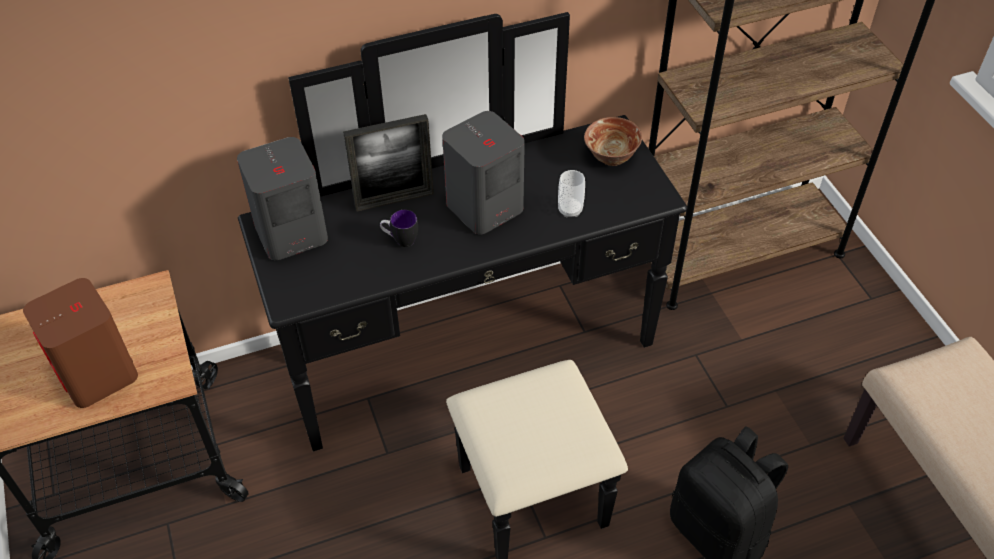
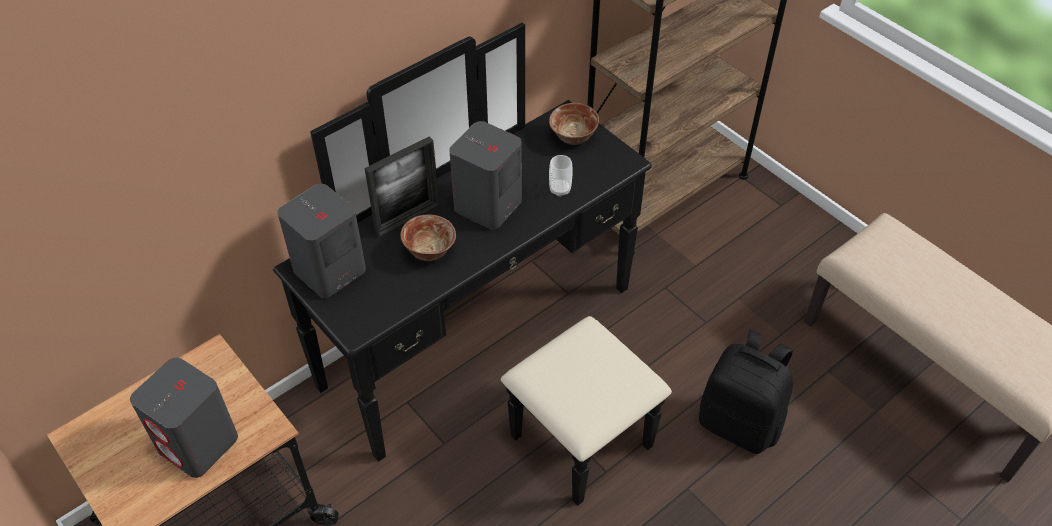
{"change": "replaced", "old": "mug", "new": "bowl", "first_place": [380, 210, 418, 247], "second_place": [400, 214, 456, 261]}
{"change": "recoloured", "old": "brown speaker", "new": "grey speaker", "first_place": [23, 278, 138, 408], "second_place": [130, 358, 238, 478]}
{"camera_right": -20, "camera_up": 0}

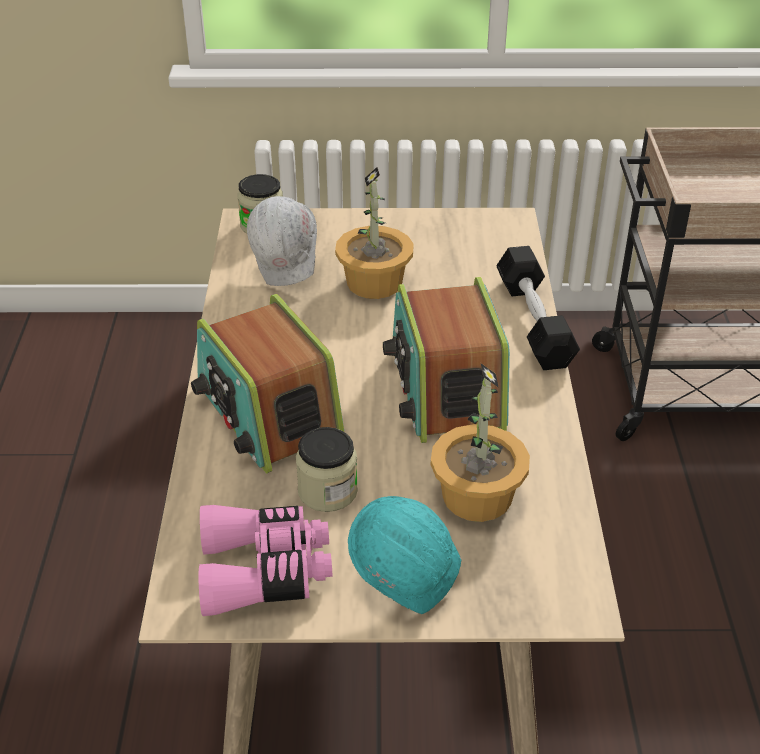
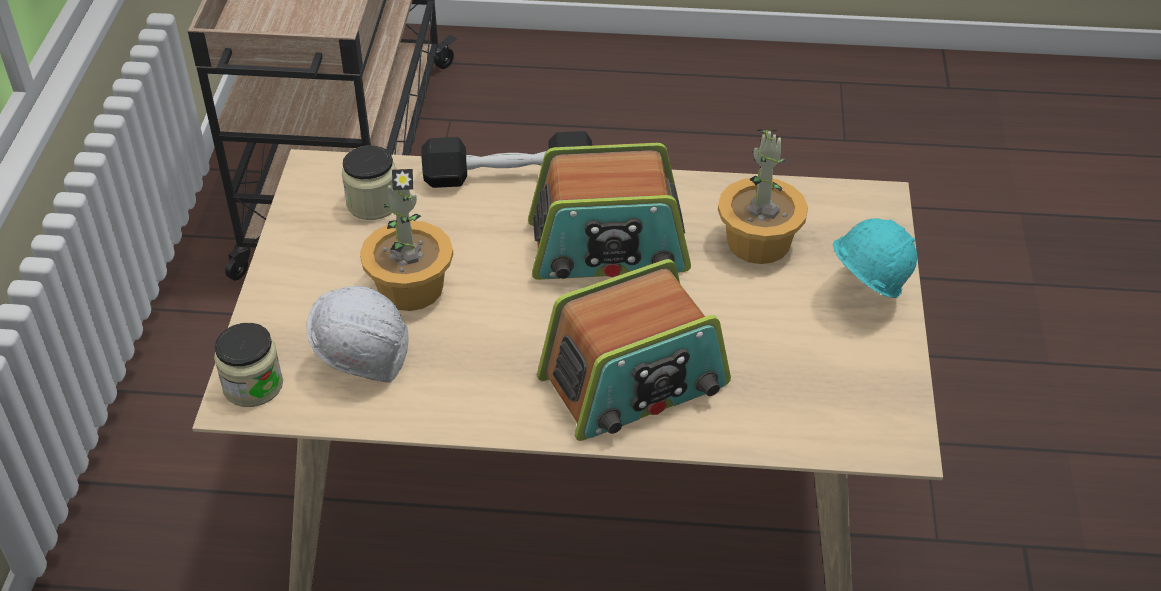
{"change": "removed", "old": "pink binoculars", "first_place": [199, 505, 333, 616]}
{"change": "moved", "old": "jar", "first_place": [296, 427, 358, 512], "second_place": [342, 146, 396, 220]}
{"camera_right": -85, "camera_up": 5}

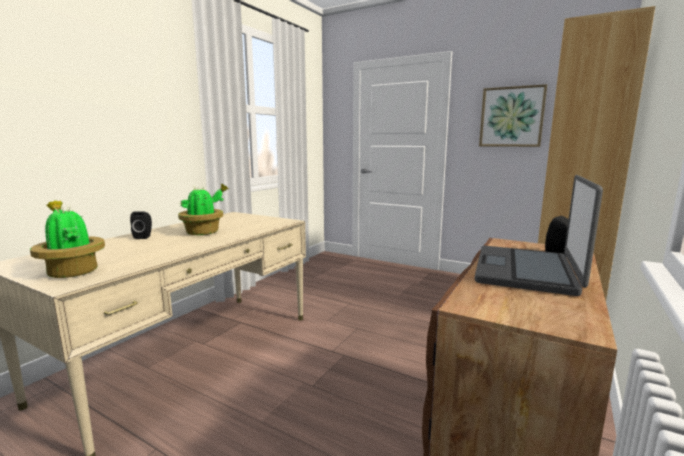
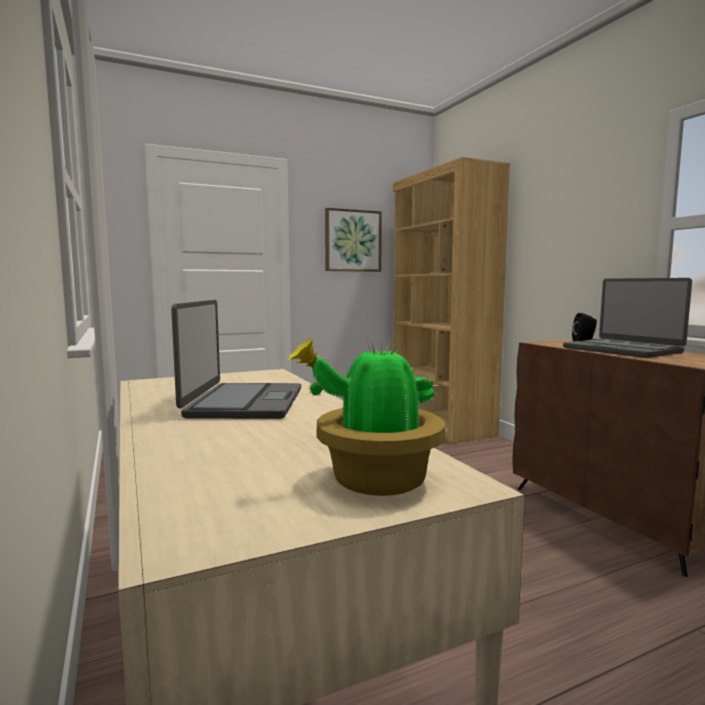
{"change": "removed", "old": "black speaker", "first_place": [130, 211, 152, 239]}
{"change": "replaced", "old": "potted plant", "new": "laptop", "first_place": [178, 184, 229, 235], "second_place": [171, 300, 301, 419]}
{"camera_right": -55, "camera_up": -5}

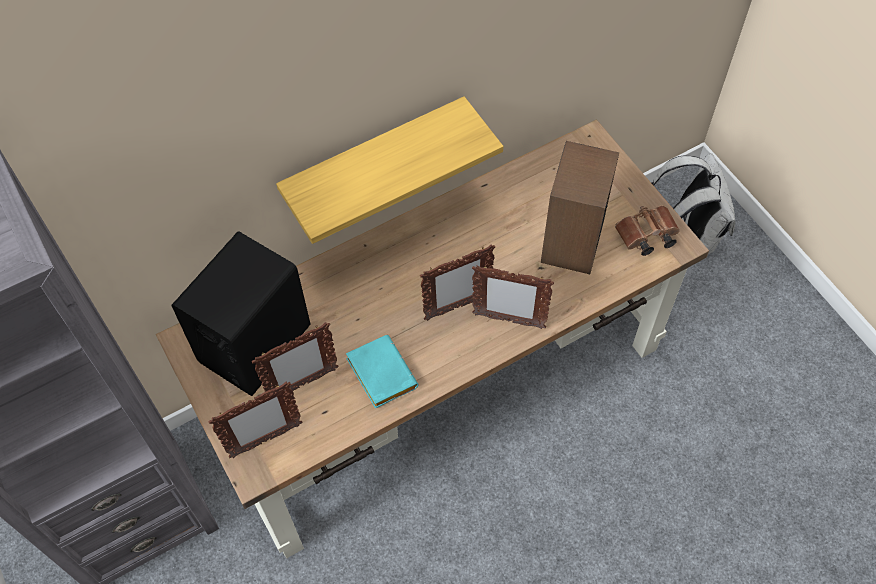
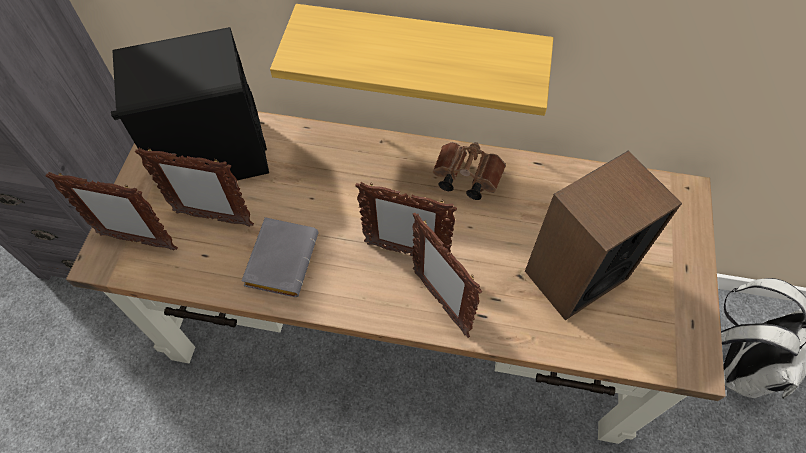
{"change": "moved", "old": "brown binoculars", "first_place": [615, 205, 680, 256], "second_place": [432, 142, 506, 200]}
{"change": "recoloured", "old": "turquoise book", "new": "grey book", "first_place": [346, 335, 419, 409], "second_place": [241, 217, 319, 297]}
{"camera_right": 40, "camera_up": 0}

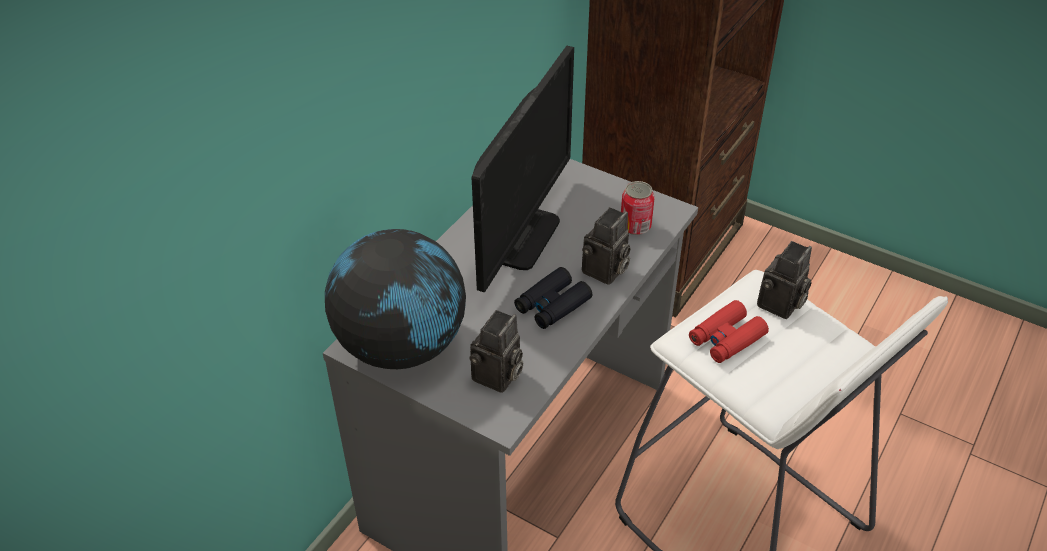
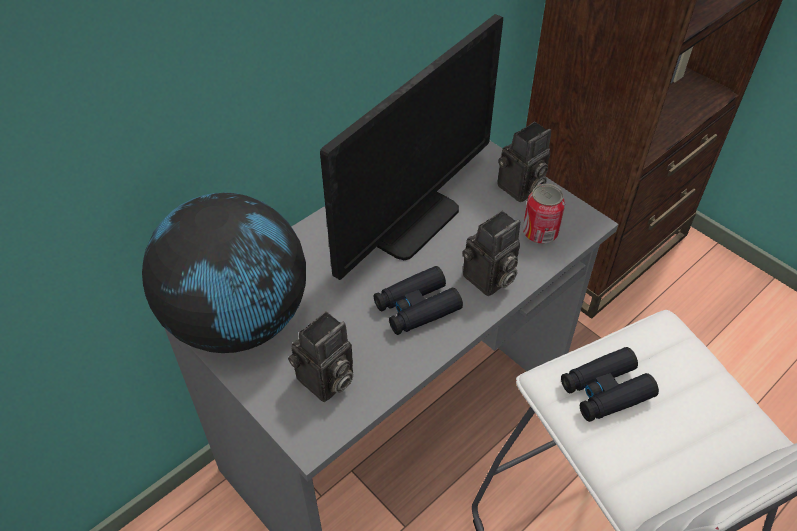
{"change": "moved", "old": "photo camera", "first_place": [757, 241, 812, 319], "second_place": [497, 122, 551, 202]}
{"change": "recoloured", "old": "red binoculars", "new": "black binoculars", "first_place": [689, 300, 769, 363], "second_place": [561, 347, 659, 422]}
{"camera_right": 15, "camera_up": 5}

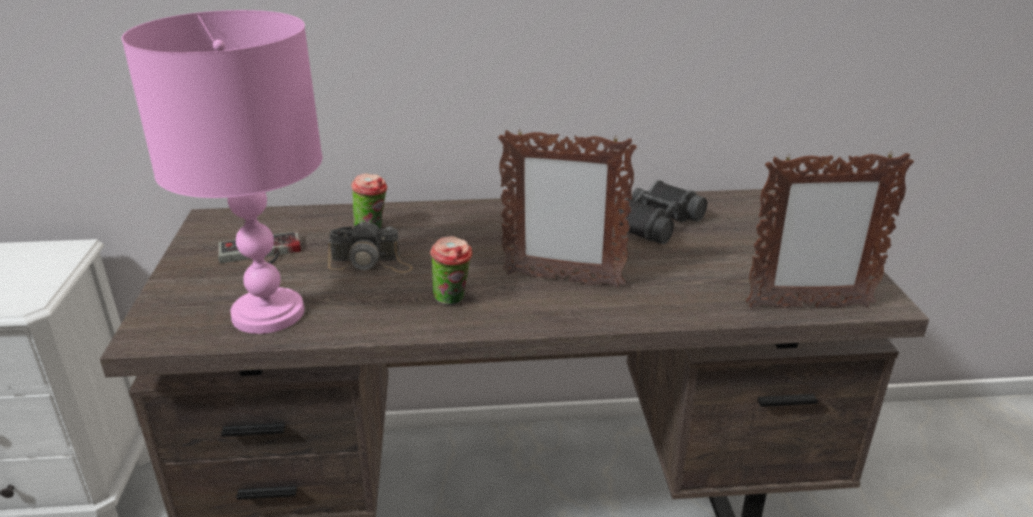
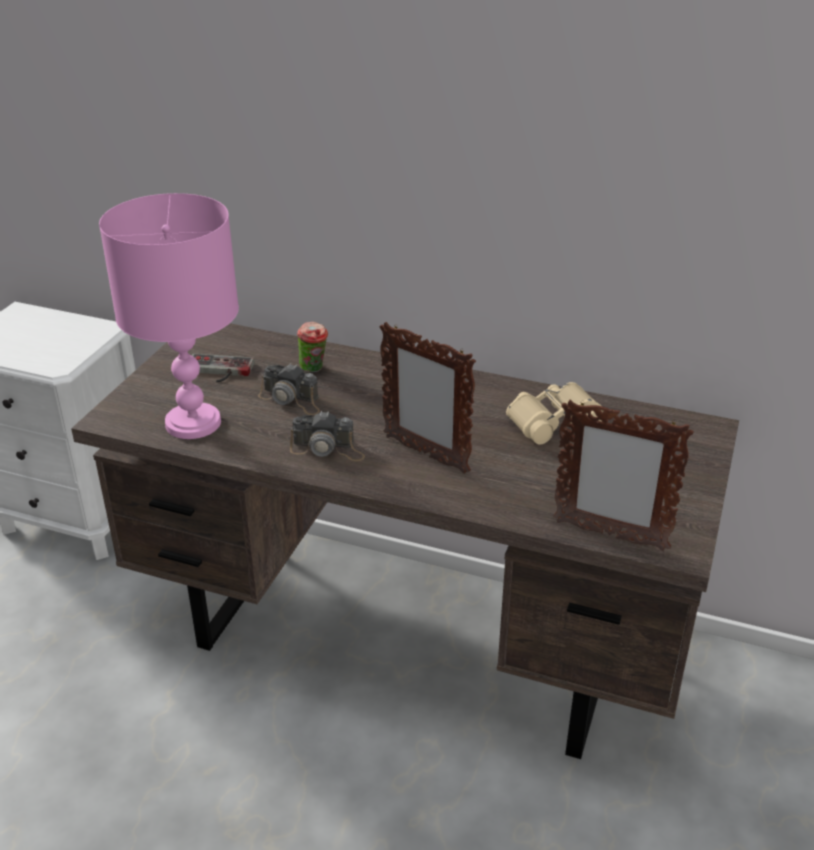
{"change": "replaced", "old": "cup", "new": "photo camera", "first_place": [430, 236, 472, 305], "second_place": [290, 411, 365, 461]}
{"change": "recoloured", "old": "black binoculars", "new": "beige binoculars", "first_place": [615, 180, 707, 244], "second_place": [506, 382, 603, 445]}
{"camera_right": 25, "camera_up": 5}

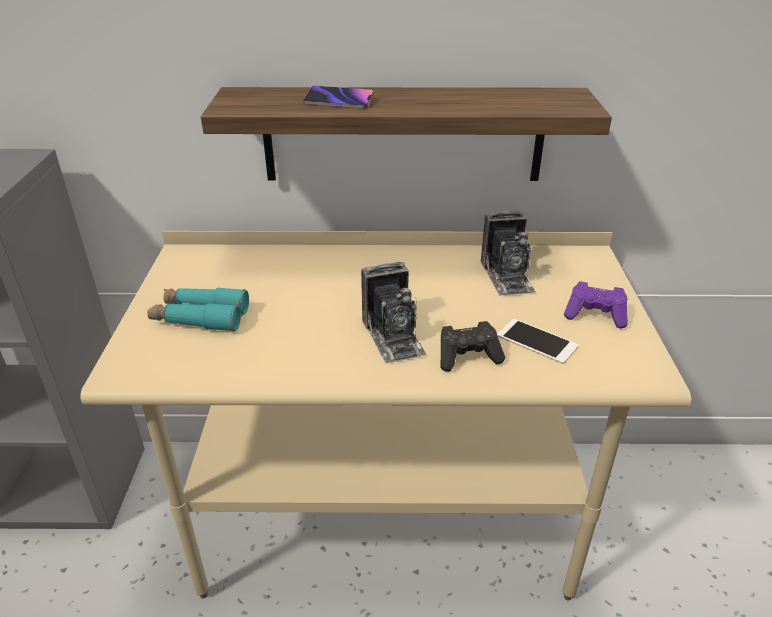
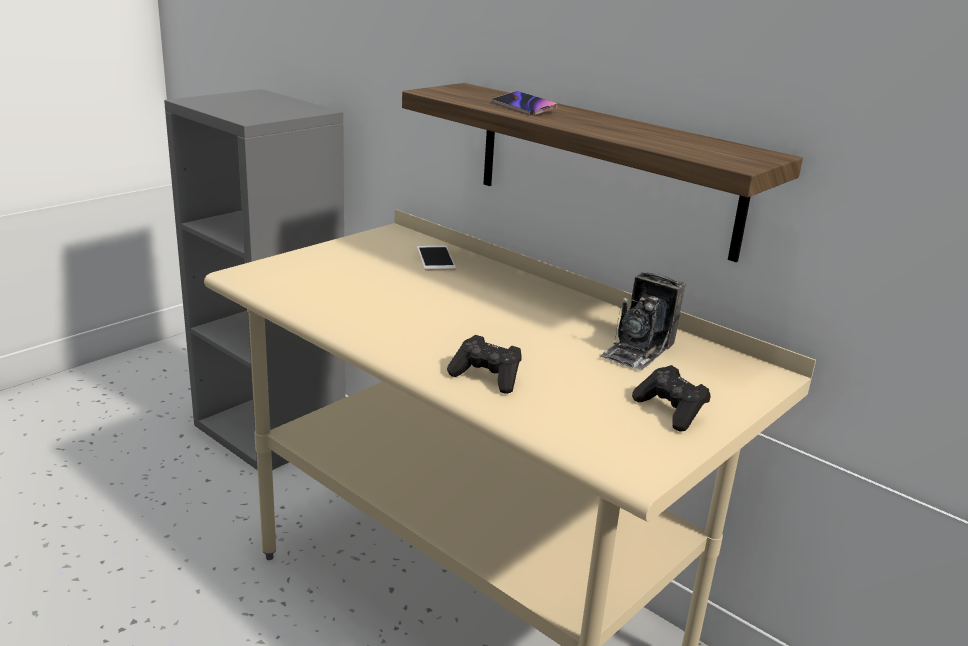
{"change": "removed", "old": "turquoise binoculars", "first_place": [147, 287, 249, 332]}
{"change": "removed", "old": "photo camera", "first_place": [361, 262, 427, 364]}
{"change": "moved", "old": "phone", "first_place": [497, 319, 579, 364], "second_place": [417, 246, 456, 271]}
{"change": "recoloured", "old": "purple game controller", "new": "black game controller", "first_place": [564, 281, 628, 328], "second_place": [632, 365, 710, 432]}
{"camera_right": 40, "camera_up": -10}

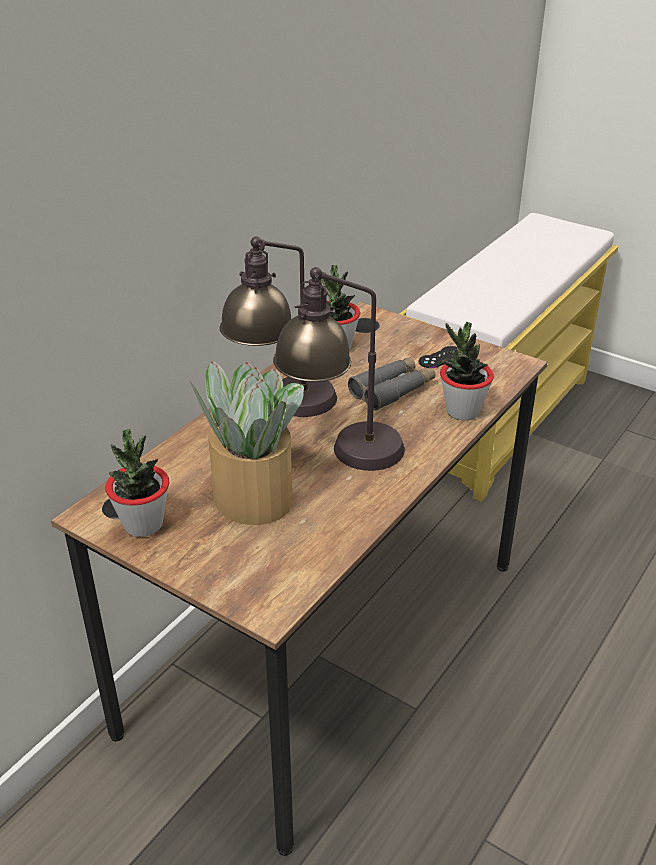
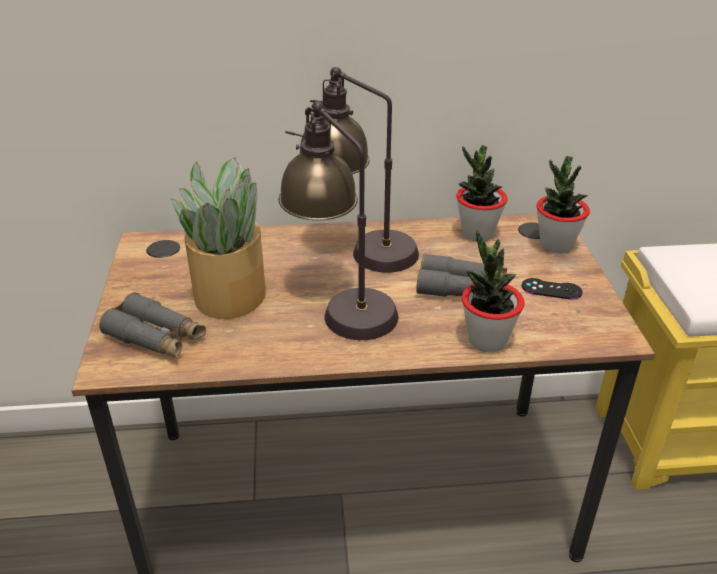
{"change": "added", "new": "grey binoculars", "second_place": [99, 292, 206, 359]}
{"change": "moved", "old": "potted plant", "first_place": [105, 429, 169, 537], "second_place": [537, 156, 590, 253]}
{"camera_right": 50, "camera_up": 0}

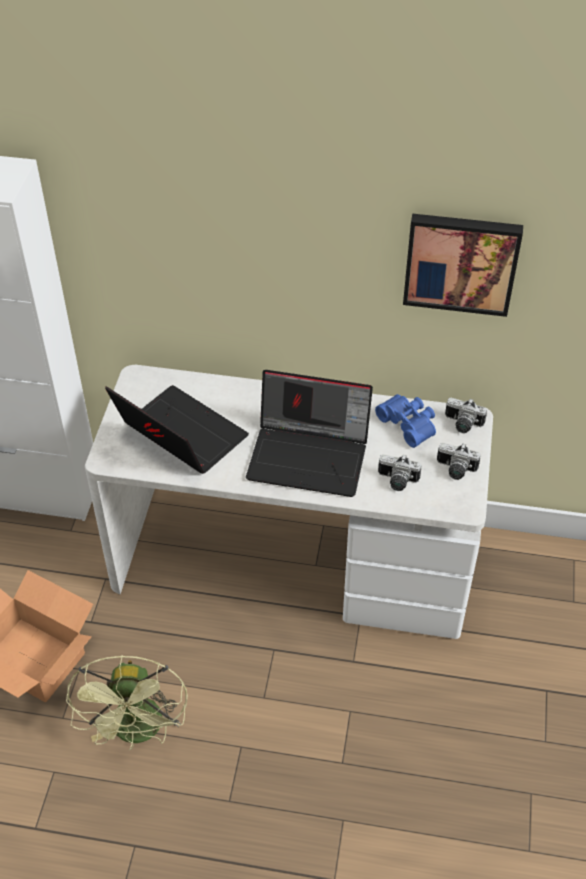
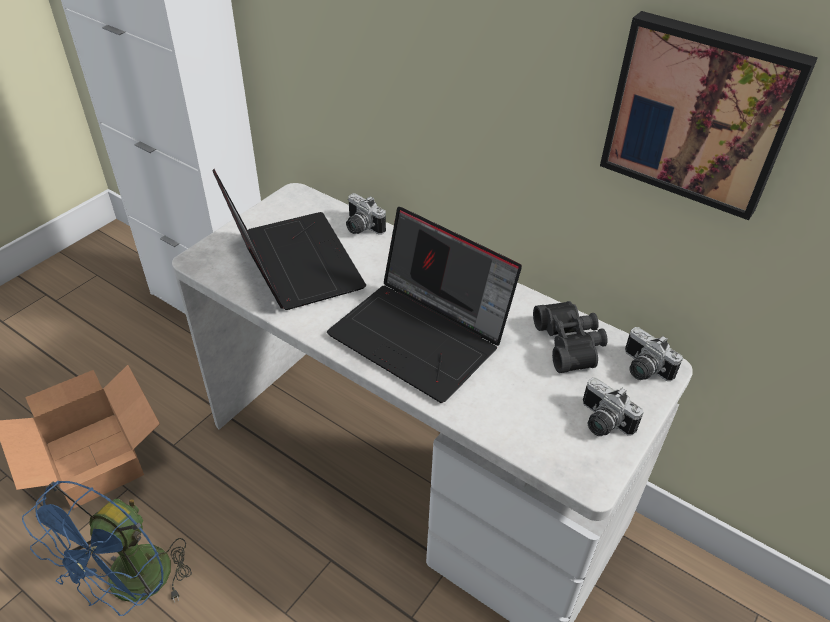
{"change": "moved", "old": "photo camera", "first_place": [378, 454, 421, 491], "second_place": [346, 193, 386, 234]}
{"change": "recoloured", "old": "green fan", "new": "blue fan", "first_place": [66, 655, 188, 750], "second_place": [22, 481, 192, 616]}
{"change": "recoloured", "old": "blue binoculars", "new": "black binoculars", "first_place": [375, 394, 436, 448], "second_place": [533, 301, 608, 373]}
{"camera_right": 25, "camera_up": -5}

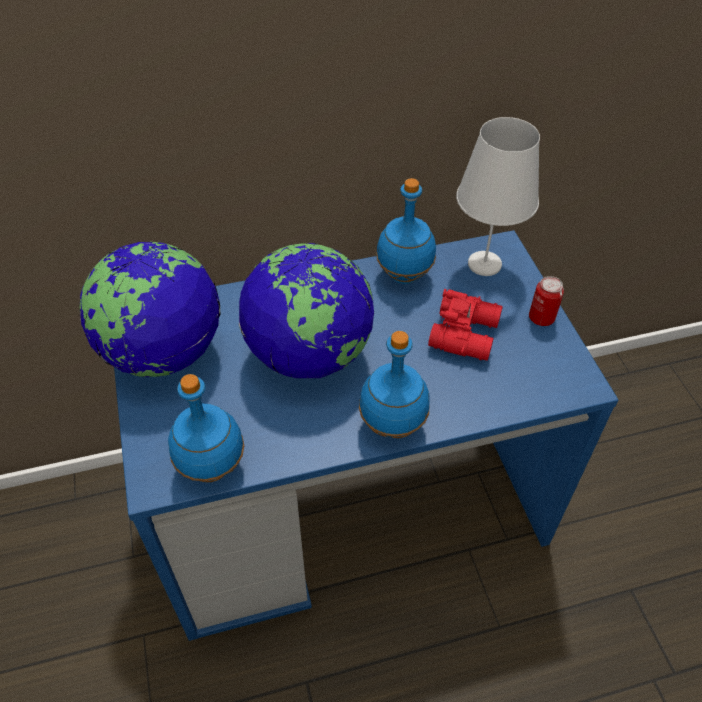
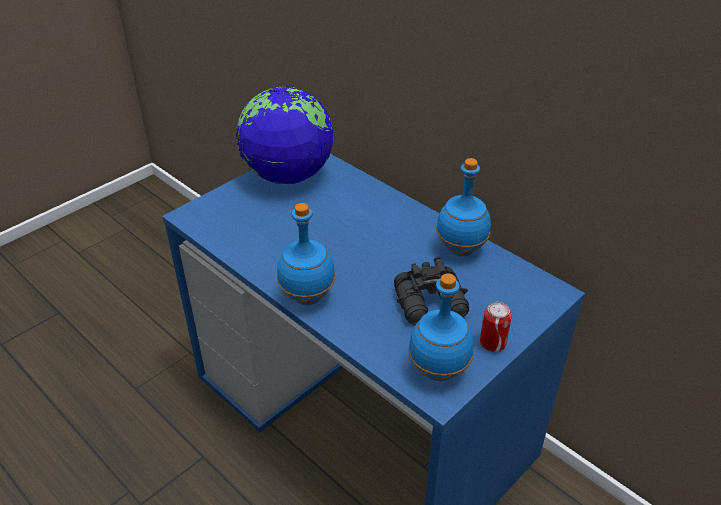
{"change": "removed", "old": "globe", "first_place": [239, 243, 375, 378]}
{"change": "removed", "old": "white table lamp", "first_place": [456, 117, 540, 276]}
{"change": "moved", "old": "blue bottle", "first_place": [168, 374, 244, 482], "second_place": [408, 273, 474, 381]}
{"change": "recoloured", "old": "red binoculars", "new": "black binoculars", "first_place": [428, 289, 503, 361], "second_place": [394, 257, 469, 325]}
{"camera_right": 60, "camera_up": -10}

